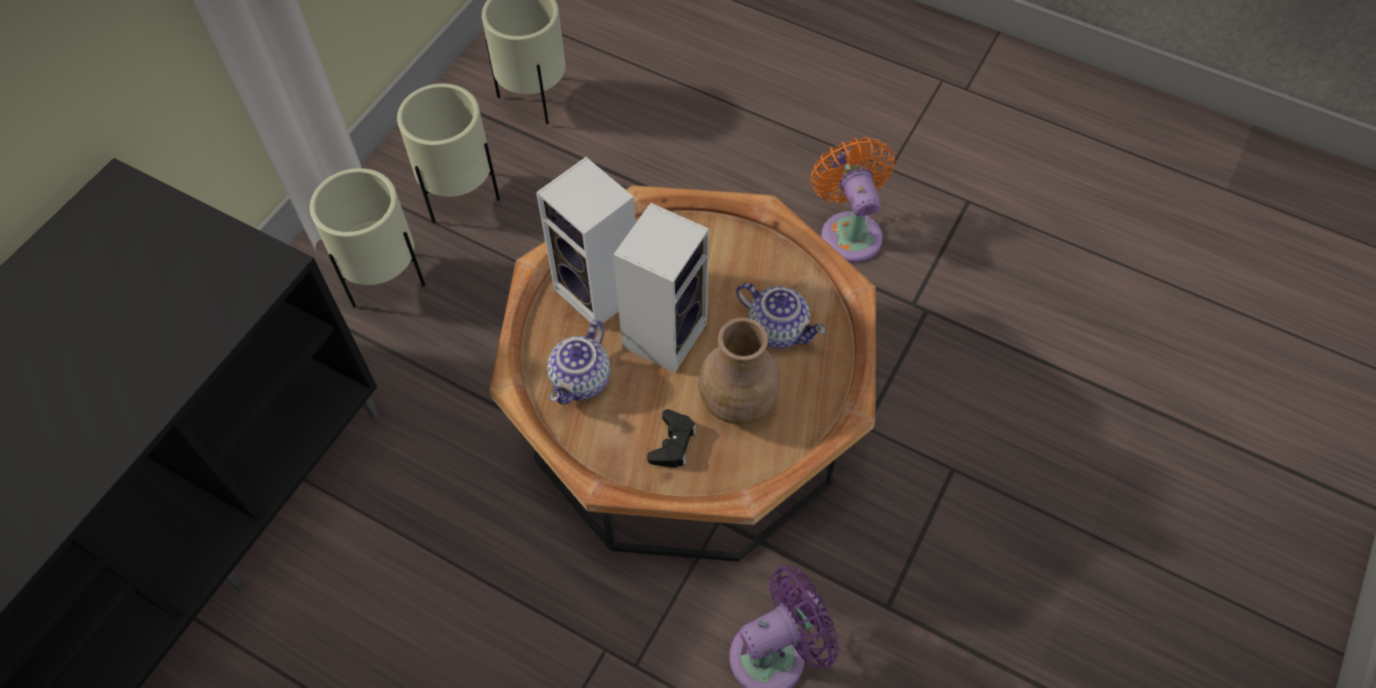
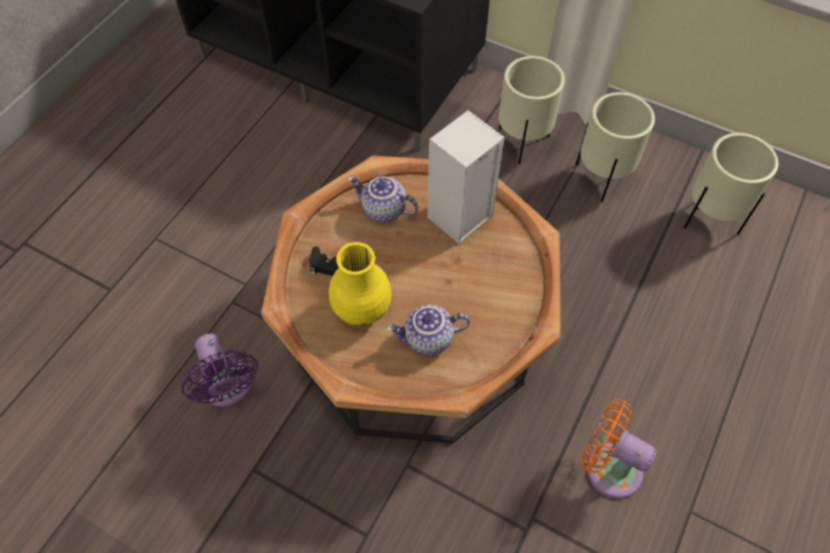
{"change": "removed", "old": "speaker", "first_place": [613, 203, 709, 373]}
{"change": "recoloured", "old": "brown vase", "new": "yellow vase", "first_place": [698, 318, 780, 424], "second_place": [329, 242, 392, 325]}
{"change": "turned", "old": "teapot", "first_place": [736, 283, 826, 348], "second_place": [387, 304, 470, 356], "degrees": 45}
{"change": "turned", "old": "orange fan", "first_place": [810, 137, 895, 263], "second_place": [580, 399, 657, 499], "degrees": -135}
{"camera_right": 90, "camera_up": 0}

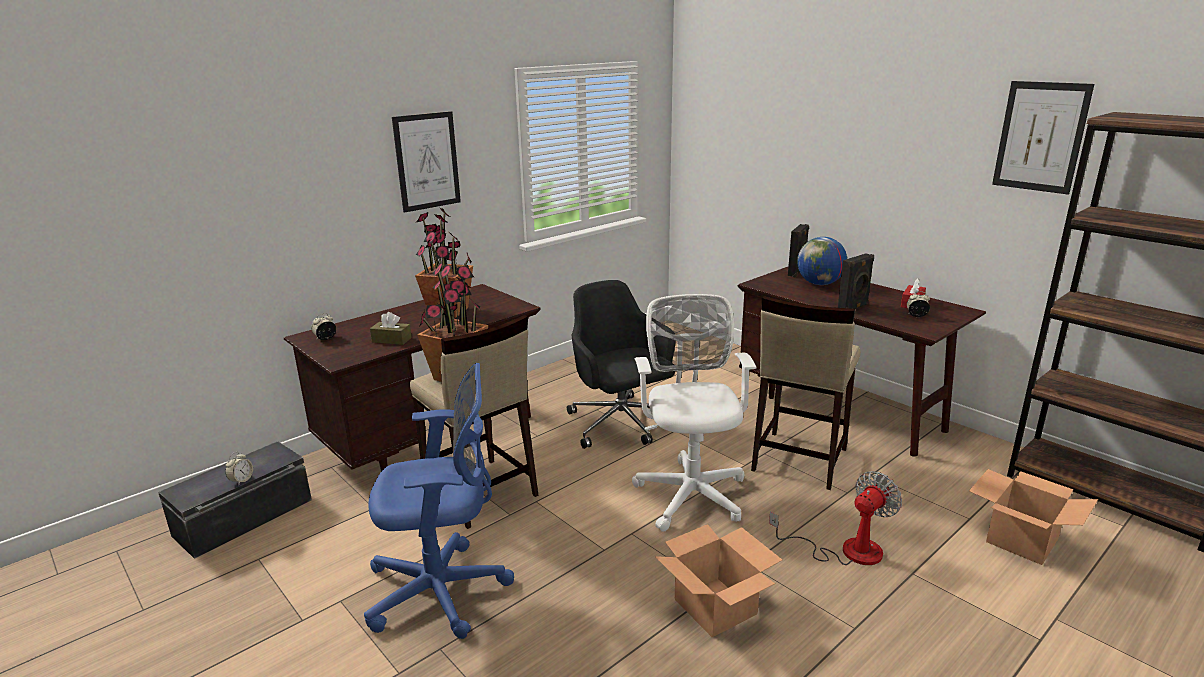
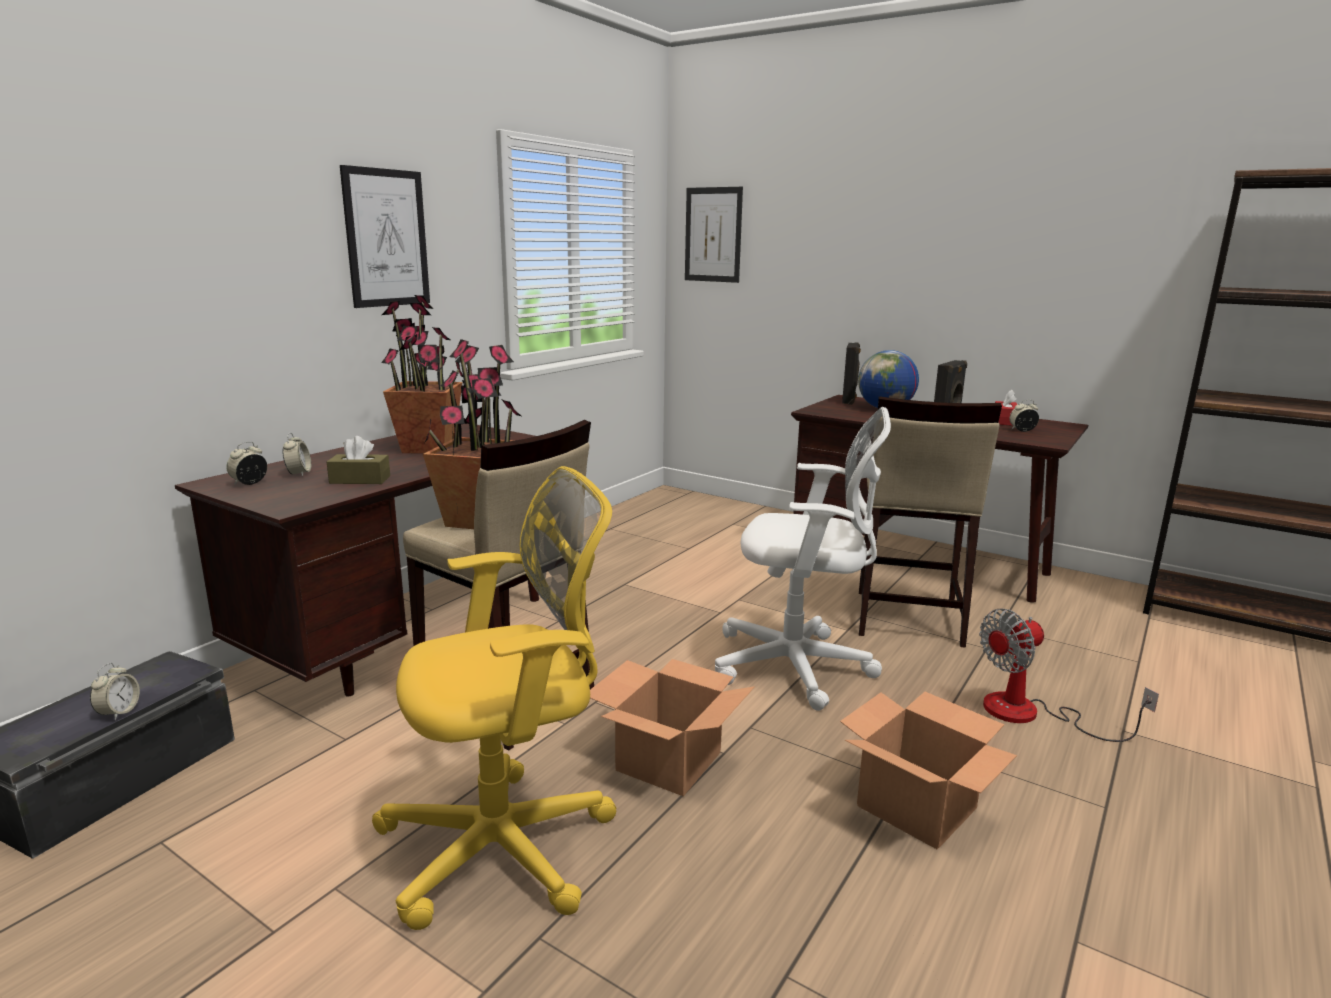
{"change": "removed", "old": "black office chair", "first_place": [567, 280, 675, 449]}
{"change": "added", "new": "alarm clock", "second_place": [282, 433, 311, 476]}
{"change": "moved", "old": "cardboard box", "first_place": [969, 469, 1098, 565], "second_place": [590, 659, 755, 796]}
{"change": "moved", "old": "picture", "first_place": [992, 81, 1094, 195], "second_place": [685, 187, 743, 283]}
{"change": "recoloured", "old": "blue office chair", "new": "yellow office chair", "first_place": [364, 363, 514, 639], "second_place": [372, 466, 617, 930]}
{"change": "turned", "old": "white office chair", "first_place": [632, 294, 757, 532], "second_place": [715, 407, 891, 711], "degrees": 120}
{"change": "turned", "old": "fan", "first_place": [769, 471, 902, 565], "second_place": [979, 609, 1159, 742], "degrees": -150}
{"camera_right": -15, "camera_up": -5}

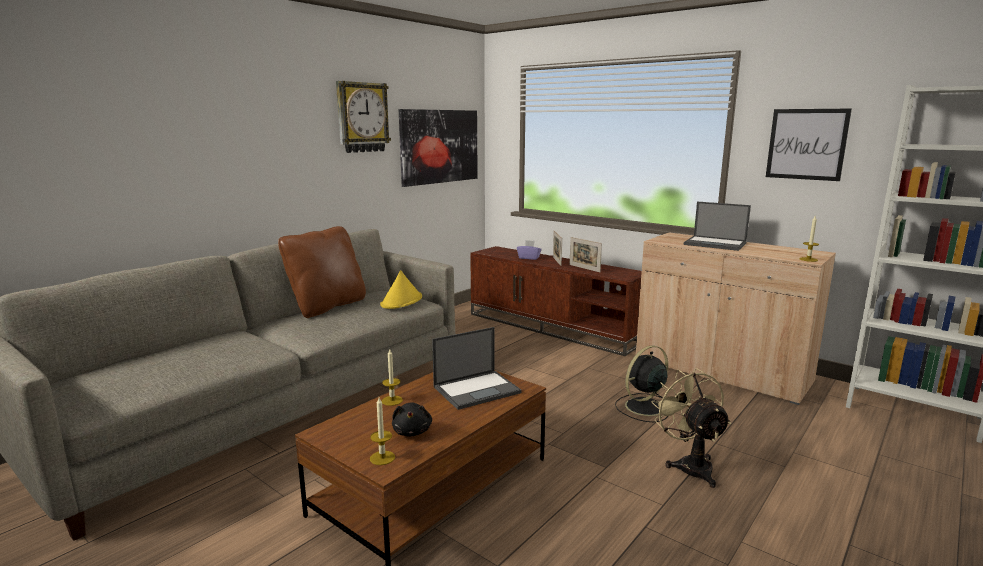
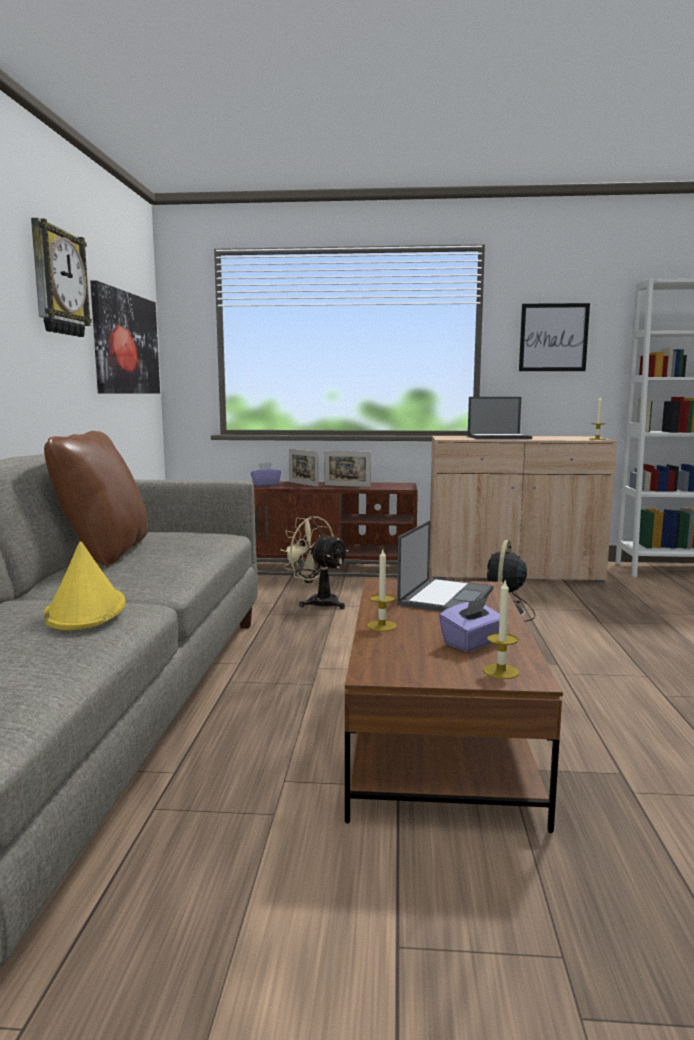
{"change": "moved", "old": "yellow hat", "first_place": [380, 270, 422, 309], "second_place": [44, 541, 126, 630]}
{"change": "moved", "old": "beige fan", "first_place": [652, 368, 731, 488], "second_place": [280, 516, 349, 609]}
{"change": "replaced", "old": "black plush toy", "new": "purple tissue box", "first_place": [392, 402, 432, 437], "second_place": [439, 597, 500, 652]}
{"camera_right": -35, "camera_up": -5}

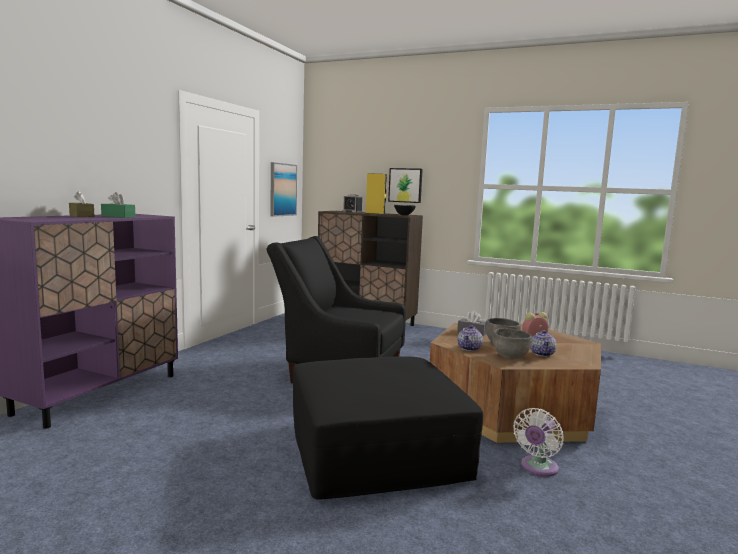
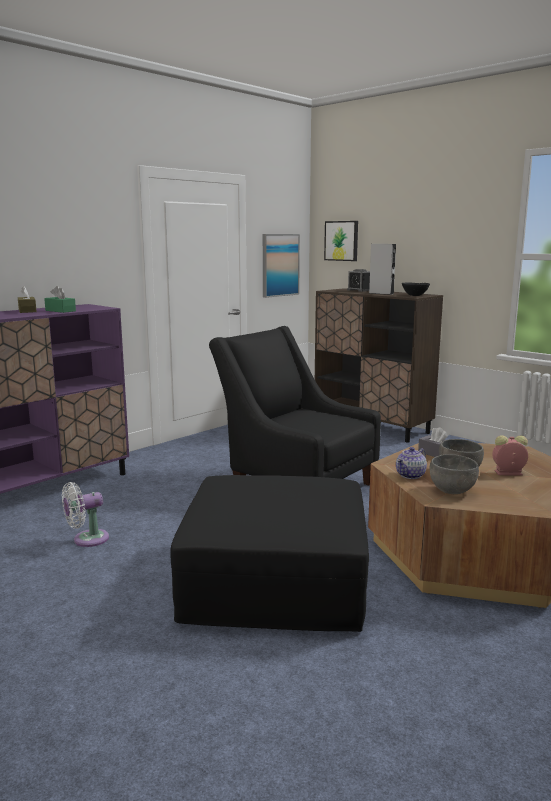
{"change": "removed", "old": "teapot", "first_place": [530, 330, 556, 357]}
{"change": "moved", "old": "picture", "first_place": [388, 168, 423, 203], "second_place": [324, 221, 358, 261]}
{"change": "moved", "old": "white fan", "first_place": [513, 408, 564, 477], "second_place": [62, 482, 109, 547]}
{"change": "recoloured", "old": "yellow speaker", "new": "grey speaker", "first_place": [366, 173, 387, 214], "second_place": [369, 244, 396, 295]}
{"camera_right": 20, "camera_up": 5}

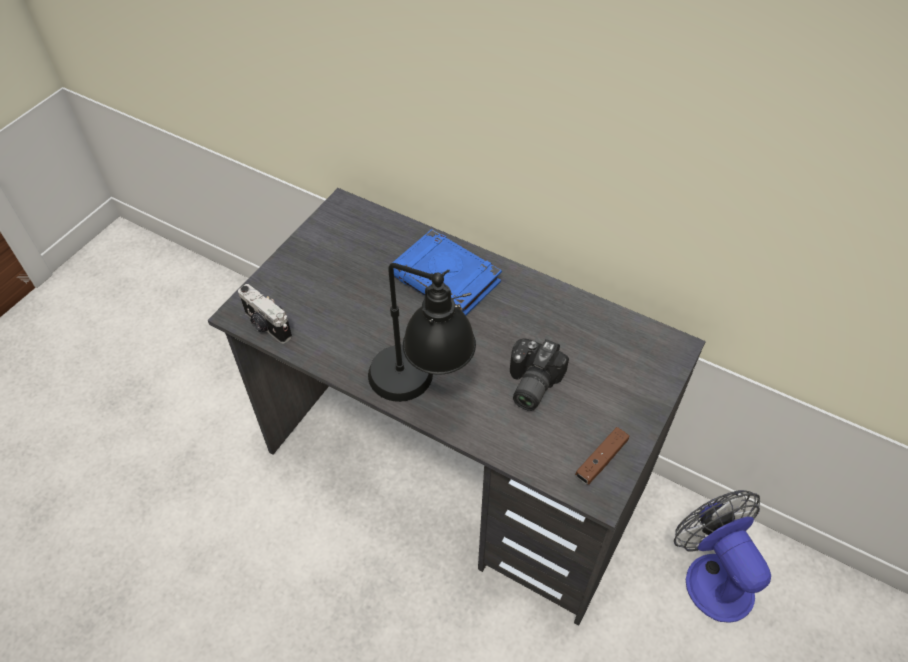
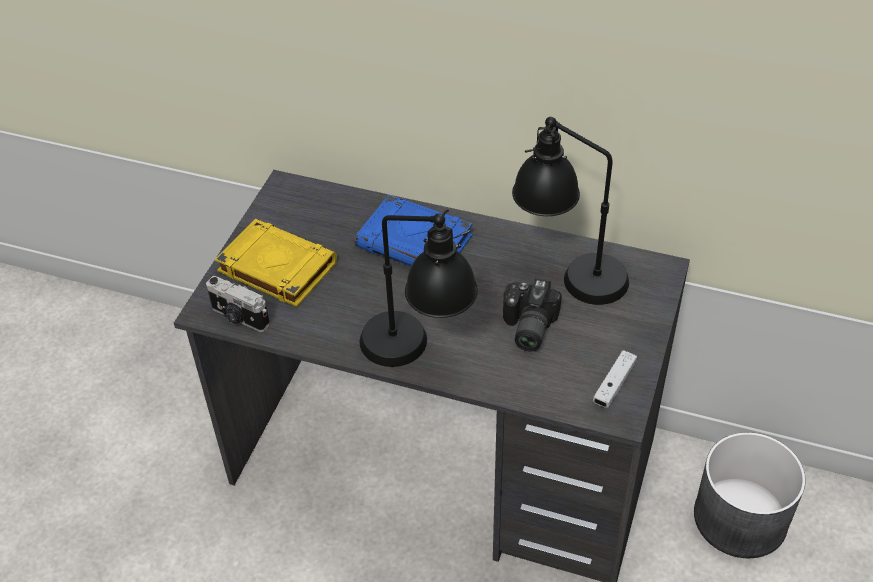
{"change": "added", "new": "yellow book", "second_place": [215, 219, 337, 307]}
{"change": "added", "new": "black table lamp", "second_place": [512, 117, 629, 305]}
{"change": "replaced", "old": "fan", "new": "grey planter", "first_place": [674, 490, 771, 623], "second_place": [694, 432, 806, 558]}
{"change": "recoloured", "old": "brown game controller", "new": "white game controller", "first_place": [575, 427, 629, 485], "second_place": [593, 350, 637, 408]}
{"camera_right": -10, "camera_up": -5}

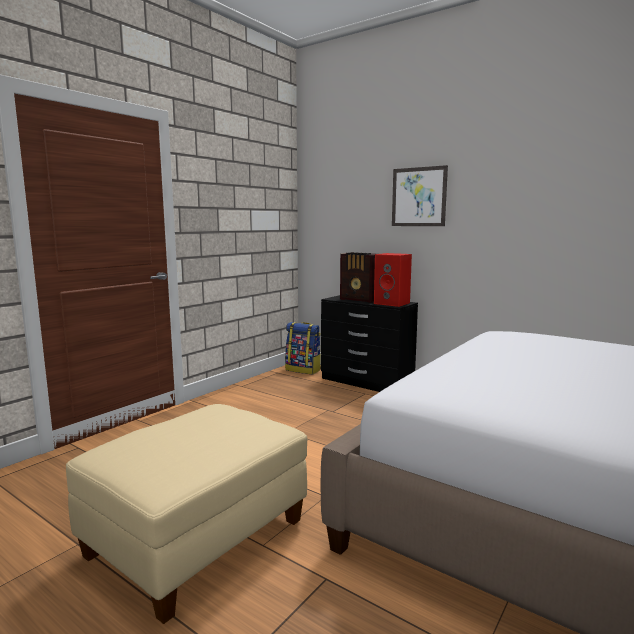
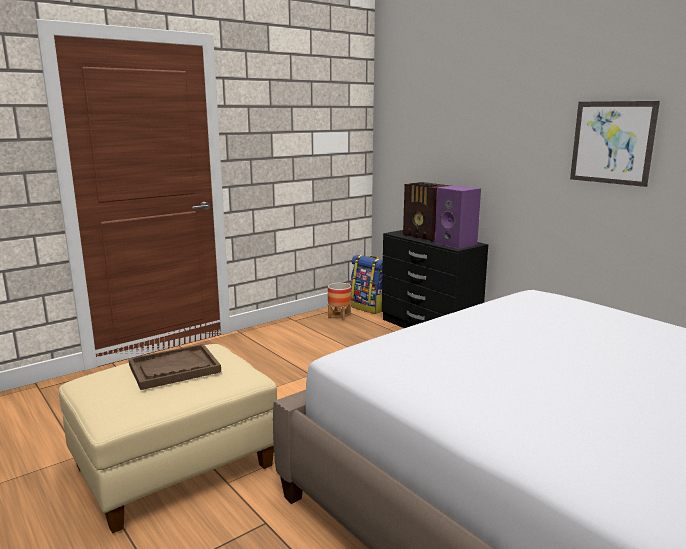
{"change": "added", "new": "brown tray", "second_place": [128, 344, 221, 390]}
{"change": "added", "new": "planter", "second_place": [328, 283, 351, 321]}
{"change": "moved", "old": "picture", "first_place": [392, 165, 448, 226], "second_place": [570, 101, 660, 187]}
{"change": "recoloured", "old": "red speaker", "new": "purple speaker", "first_place": [374, 253, 412, 307], "second_place": [435, 185, 481, 249]}
{"camera_right": 15, "camera_up": 5}

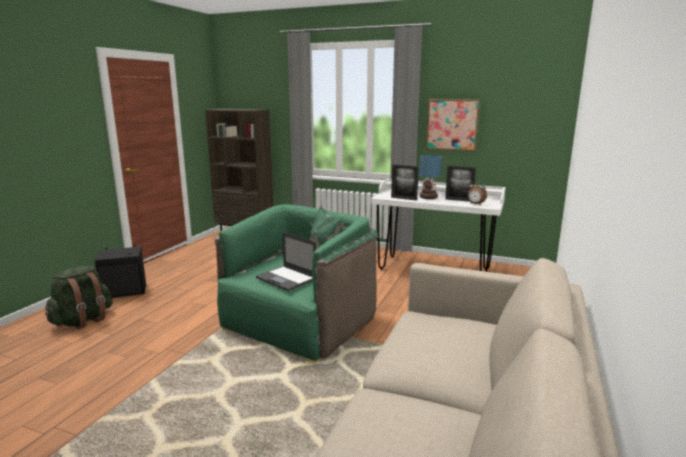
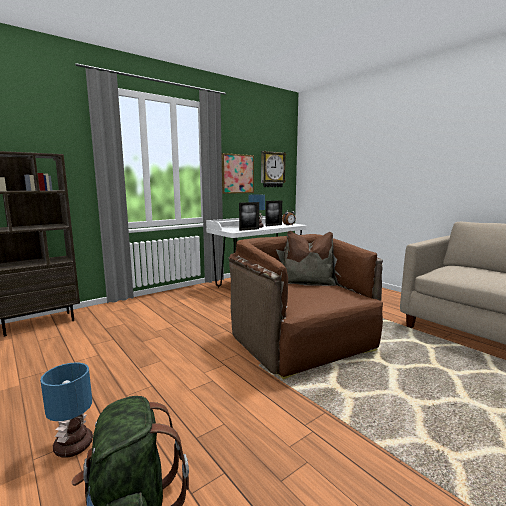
{"change": "removed", "old": "laptop", "first_place": [256, 232, 316, 291]}
{"change": "added", "new": "wall clock", "second_place": [261, 151, 287, 187]}
{"change": "replaced", "old": "black speaker", "new": "table lamp", "first_place": [94, 245, 146, 298], "second_place": [40, 362, 93, 458]}
{"change": "recoloured", "old": "green armchair", "new": "brown armchair", "first_place": [215, 204, 377, 363], "second_place": [228, 231, 383, 380]}
{"camera_right": -60, "camera_up": -5}

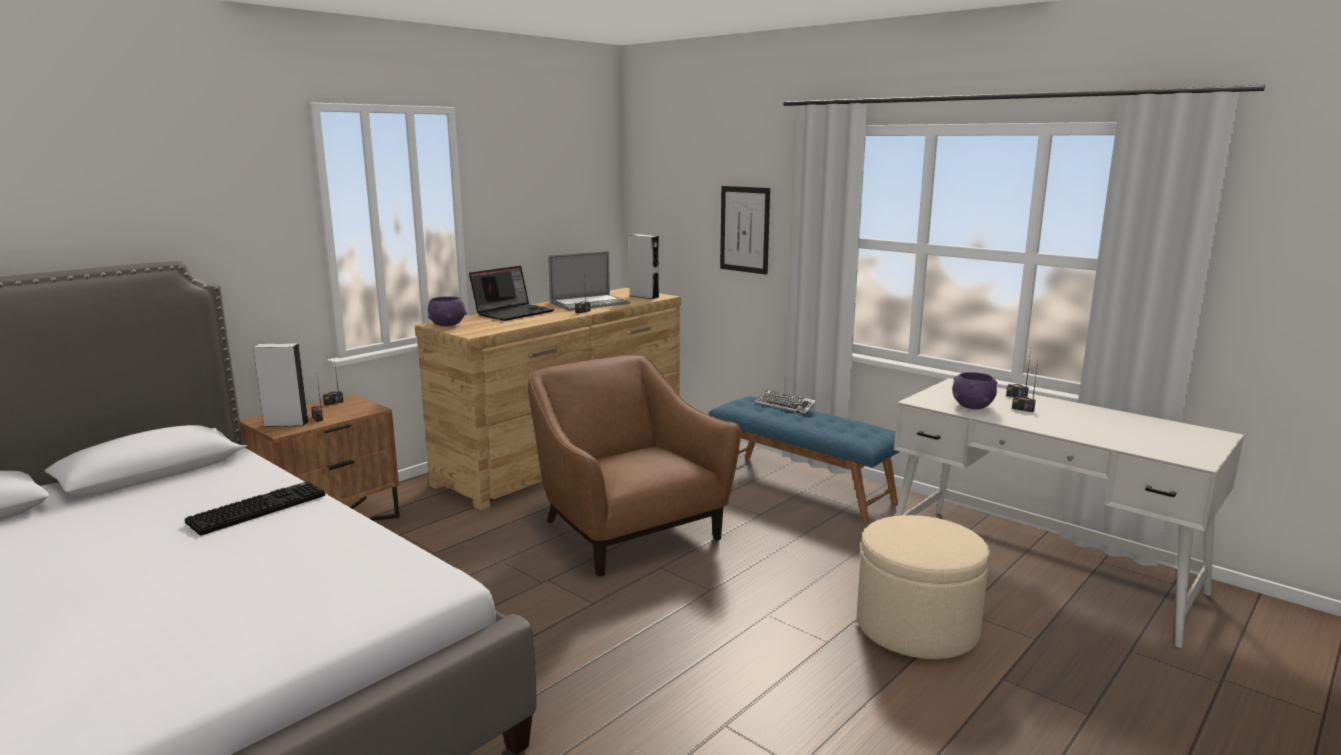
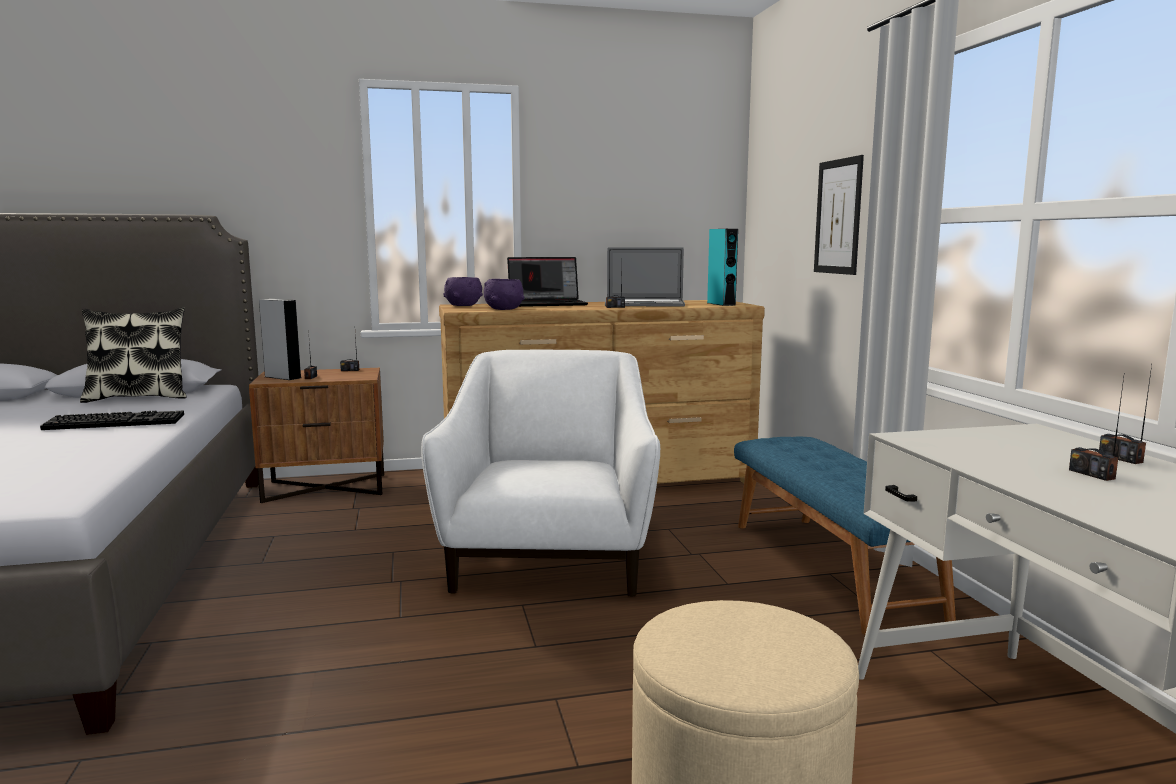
{"change": "removed", "old": "keyboard", "first_place": [755, 390, 816, 414]}
{"change": "added", "new": "pillow", "second_place": [80, 307, 187, 403]}
{"change": "moved", "old": "purple bowl", "first_place": [952, 372, 997, 409], "second_place": [484, 279, 524, 310]}
{"change": "recoloured", "old": "brown armchair", "new": "white armchair", "first_place": [528, 355, 741, 576], "second_place": [421, 349, 660, 596]}
{"change": "recoloured", "old": "grey speaker", "new": "turquoise speaker", "first_place": [629, 234, 660, 299], "second_place": [707, 229, 738, 306]}
{"camera_right": 35, "camera_up": -5}

